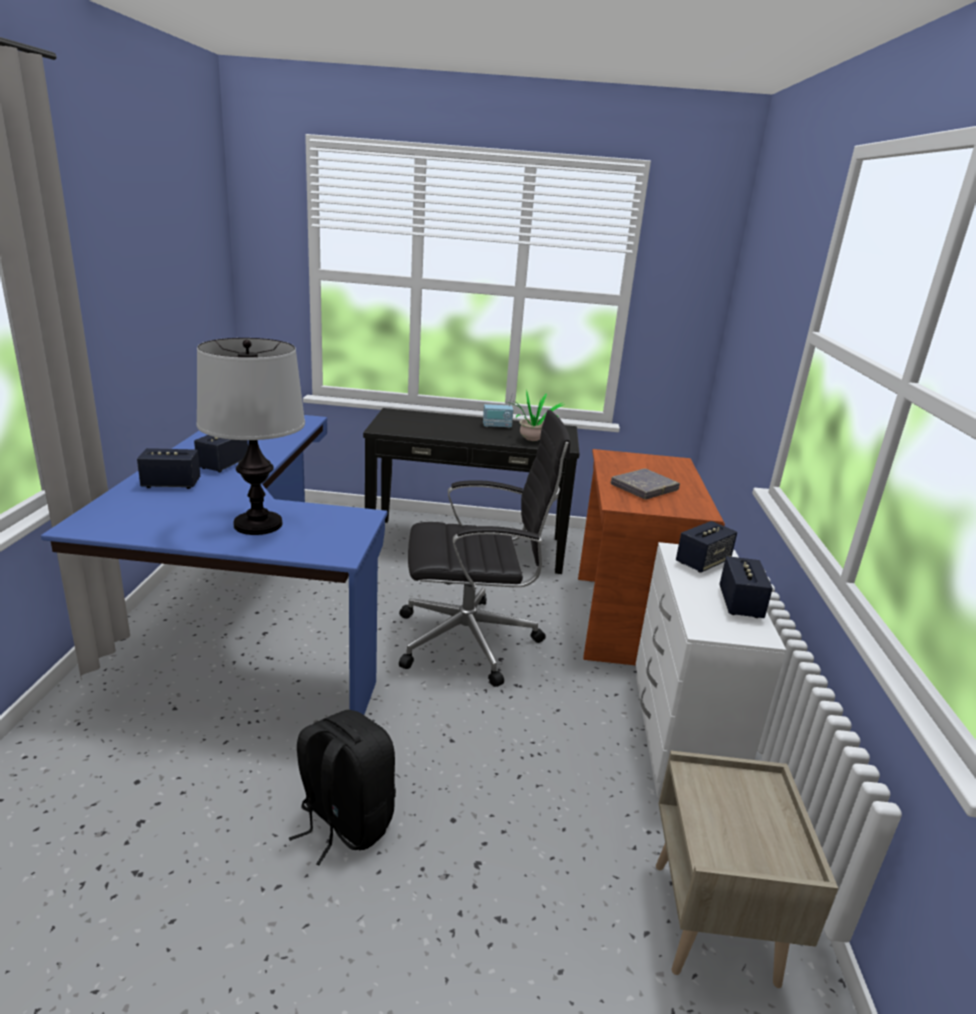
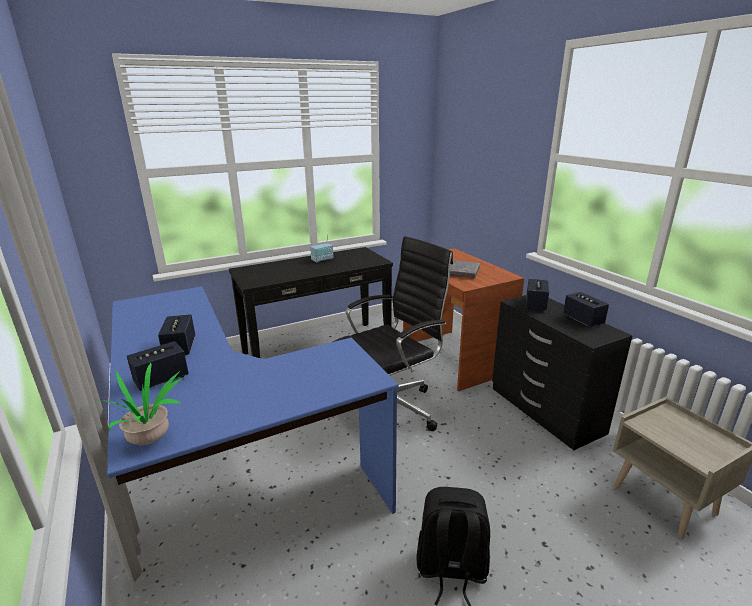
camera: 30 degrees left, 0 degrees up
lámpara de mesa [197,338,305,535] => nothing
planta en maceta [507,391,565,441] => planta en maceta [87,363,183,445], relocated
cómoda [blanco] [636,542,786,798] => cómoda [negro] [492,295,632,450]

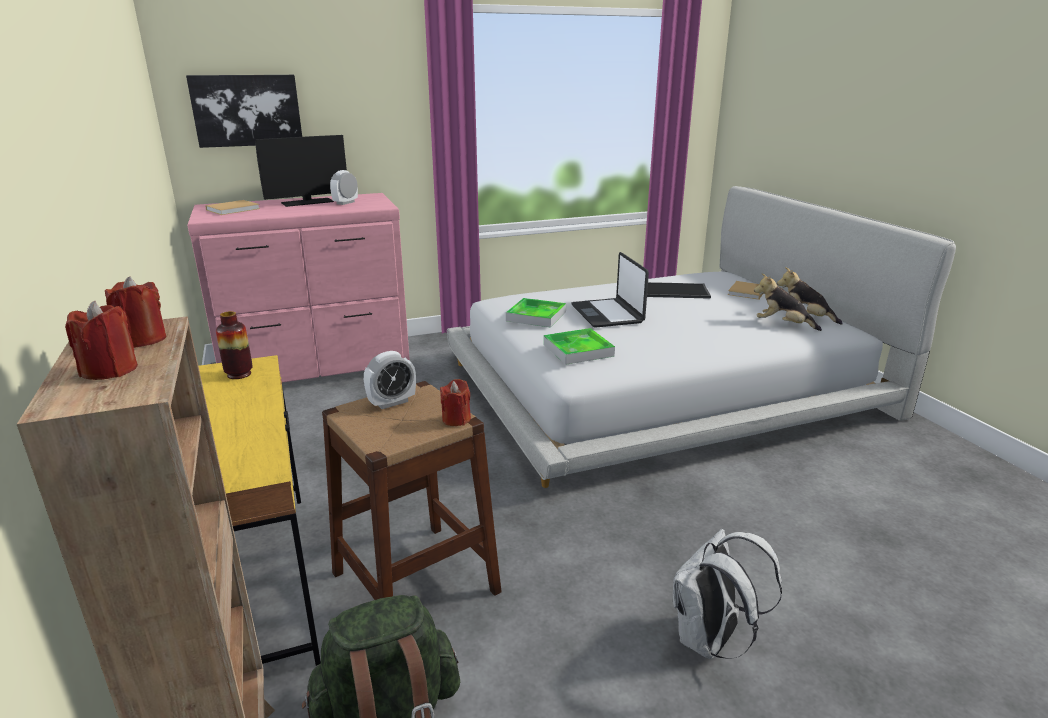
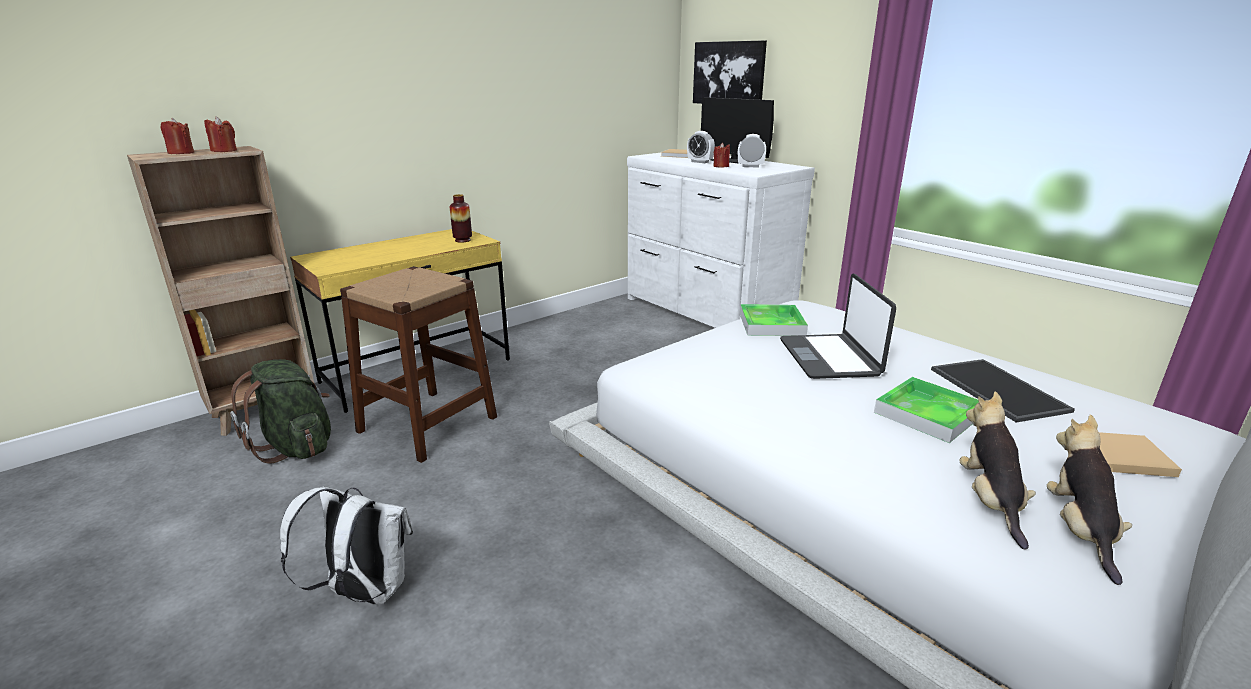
camera: 70 degrees right, 0 degrees up
cómoda [rosa] [187,193,410,383] => cómoda [blanco] [627,153,815,328]
despertador [364,351,416,409] => despertador [687,131,715,163], relocated
vela [rojo] [440,379,471,426] => vela [rojo] [713,143,730,167], relocated
bandeja [544,328,615,365] => bandeja [874,377,979,443], relocated
portátil [571,252,649,328] => portátil [780,273,896,379], 60 degrees counterclockwise

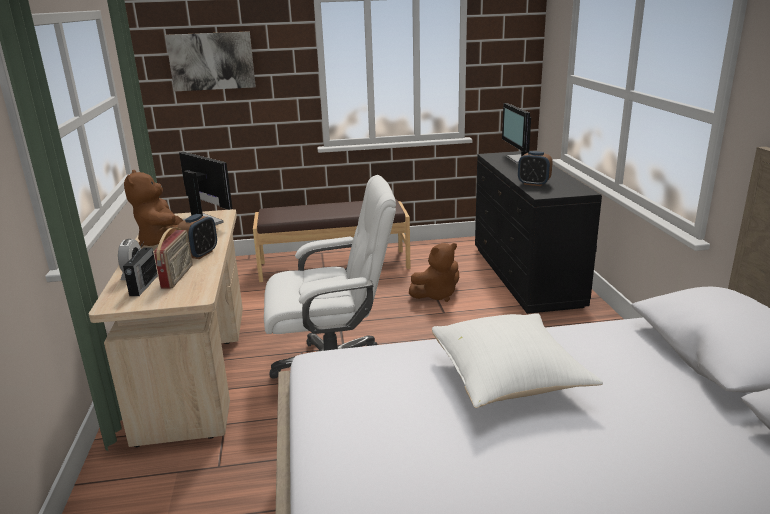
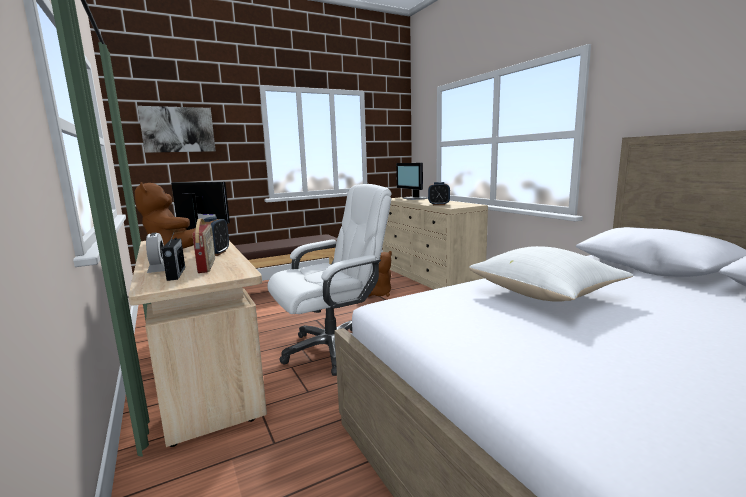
camera: 20 degrees left, 10 degrees down
cómoda [negro] [475,151,602,314] => cómoda [beis] [383,196,488,289]

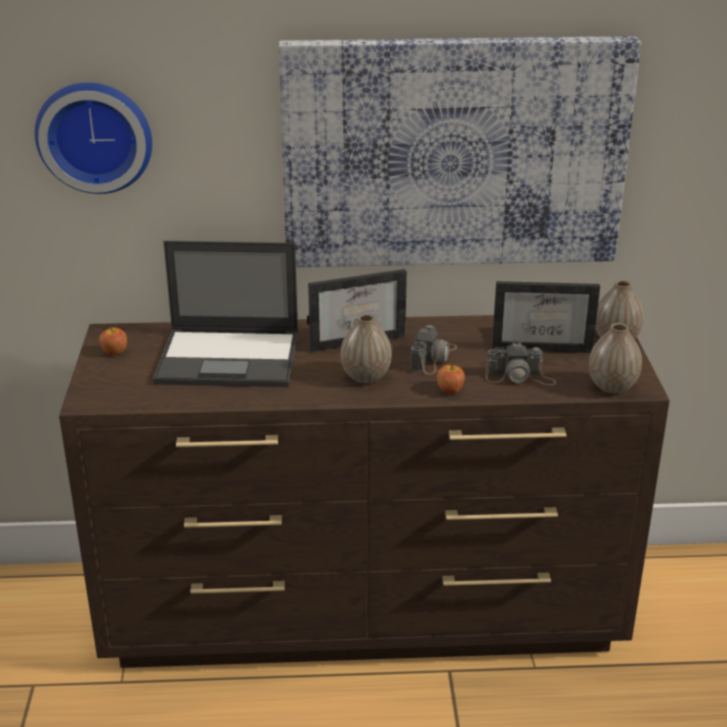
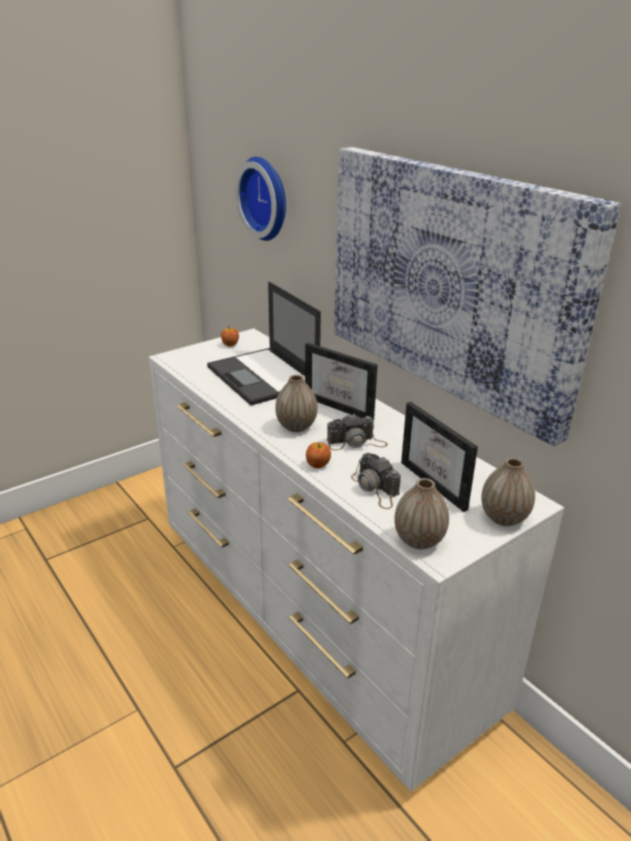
camera: 55 degrees right, 0 degrees up
cómoda [marrón] [59,315,670,668] => cómoda [blanco] [149,328,564,792]

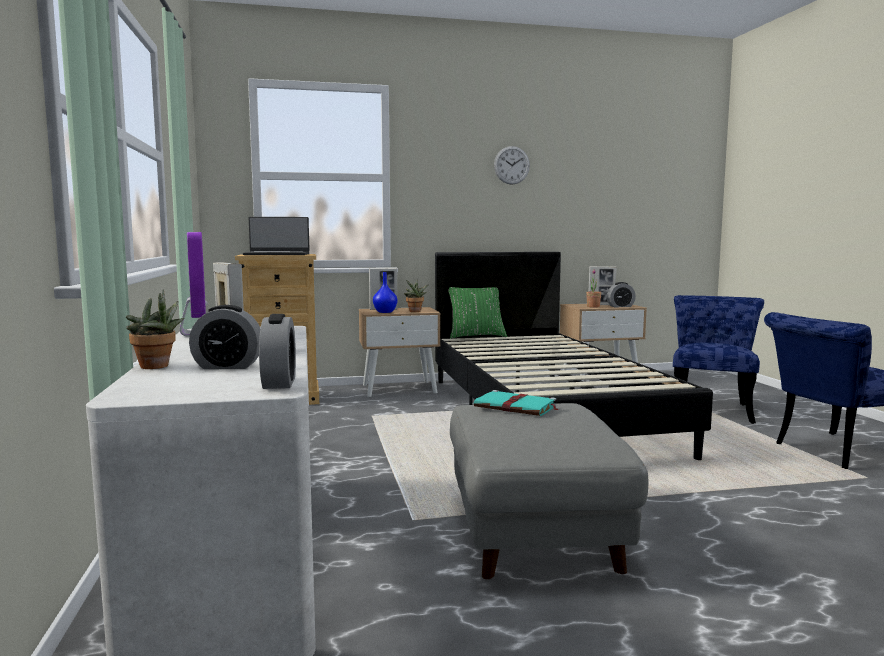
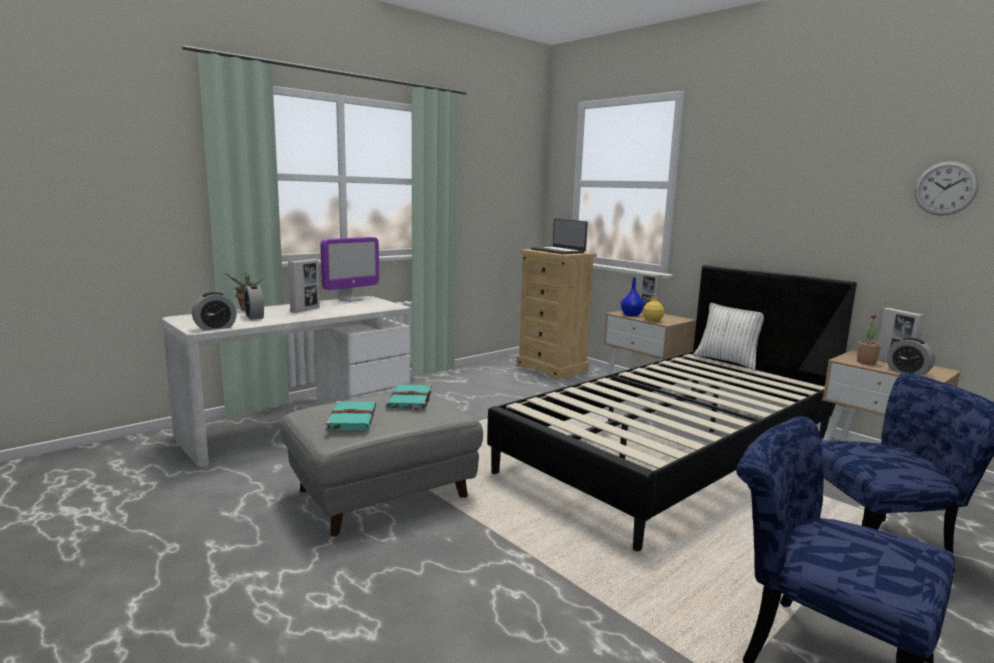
camera: 60 degrees right, 5 degrees up
planta en maceta [404,280,428,312] => botella [amarillo] [643,294,664,322]
cojín [verde] [448,287,507,339] => cojín [blanco] [693,303,764,371]
reloj de pared [494,146,530,185] => reloj de pared [914,161,979,216], relocated
nothing => libro [turquesa] [325,401,376,431]

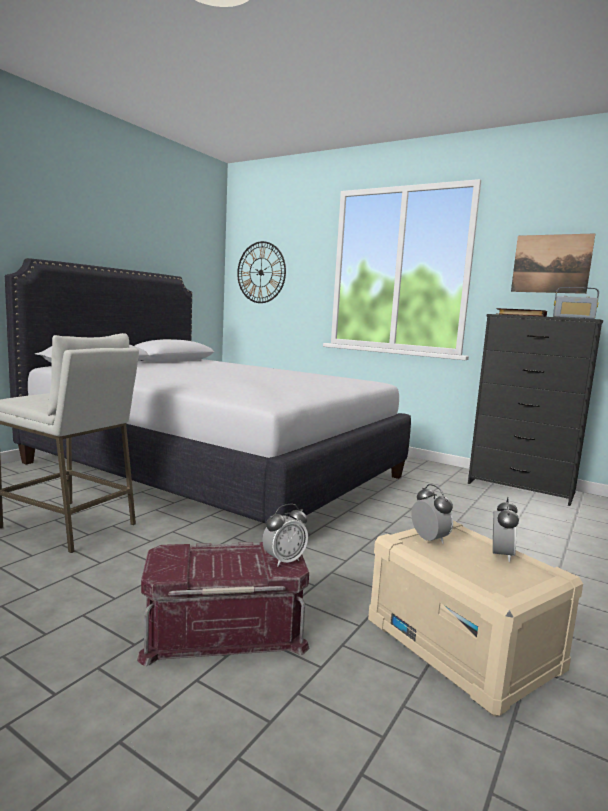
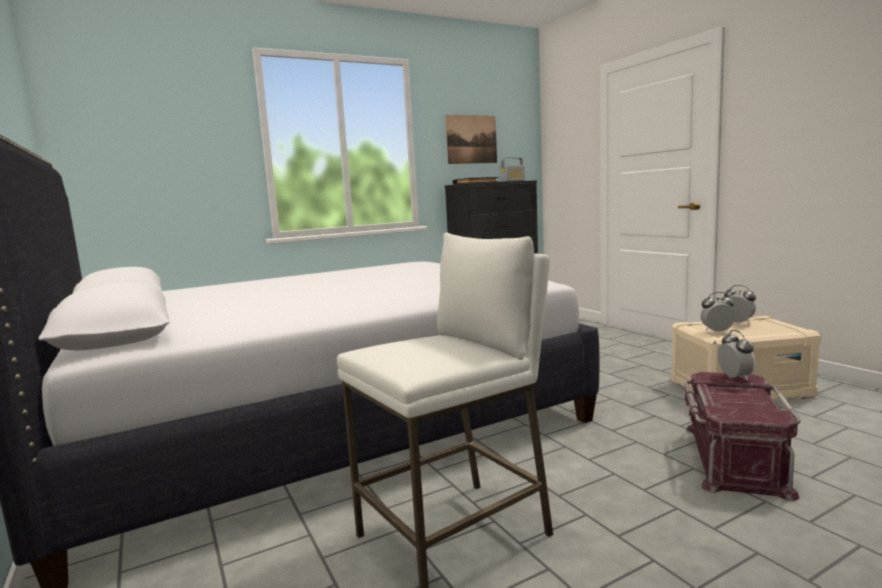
camera: 60 degrees left, 0 degrees up
reloj de pared [237,241,286,303] => nothing

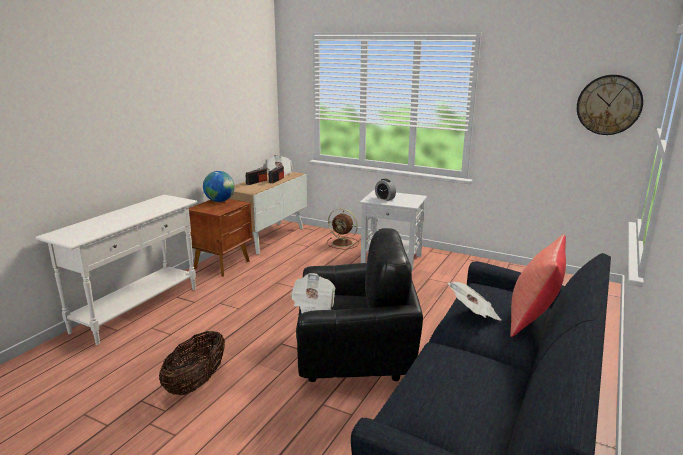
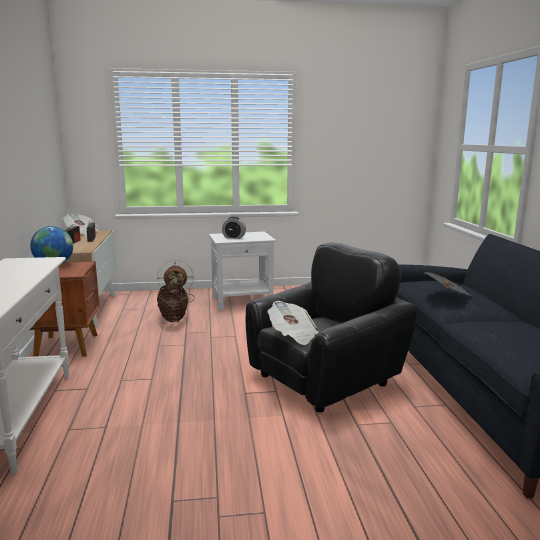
camera: 35 degrees left, 5 degrees down
cesta [159,331,225,395] => cesta [157,284,188,322], relocated
cojín [rojo] [510,234,566,337] => nothing
reloj de pared [577,74,643,135] => nothing

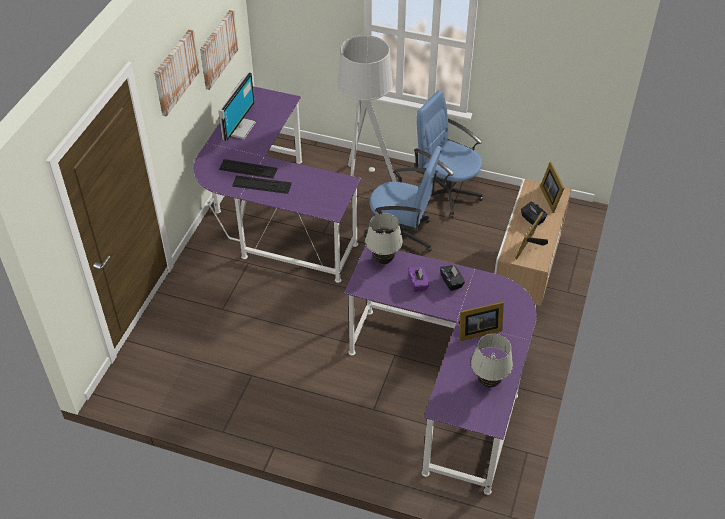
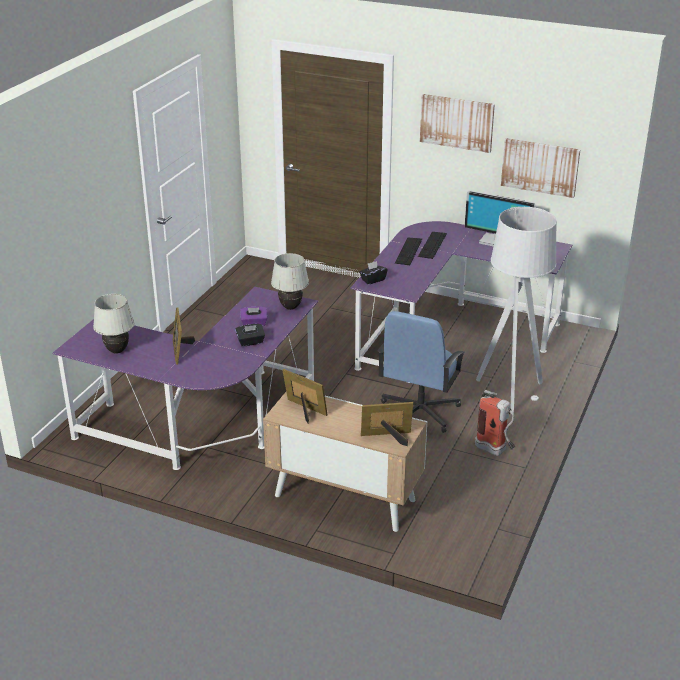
camera: 95 degrees right, 15 degrees down
silla de oficina [azul] [414,90,483,218] => extintor [475,390,516,456]
caja de pañuelos [negro] [521,202,547,226] => caja de pañuelos [negro] [360,261,388,285], relocated

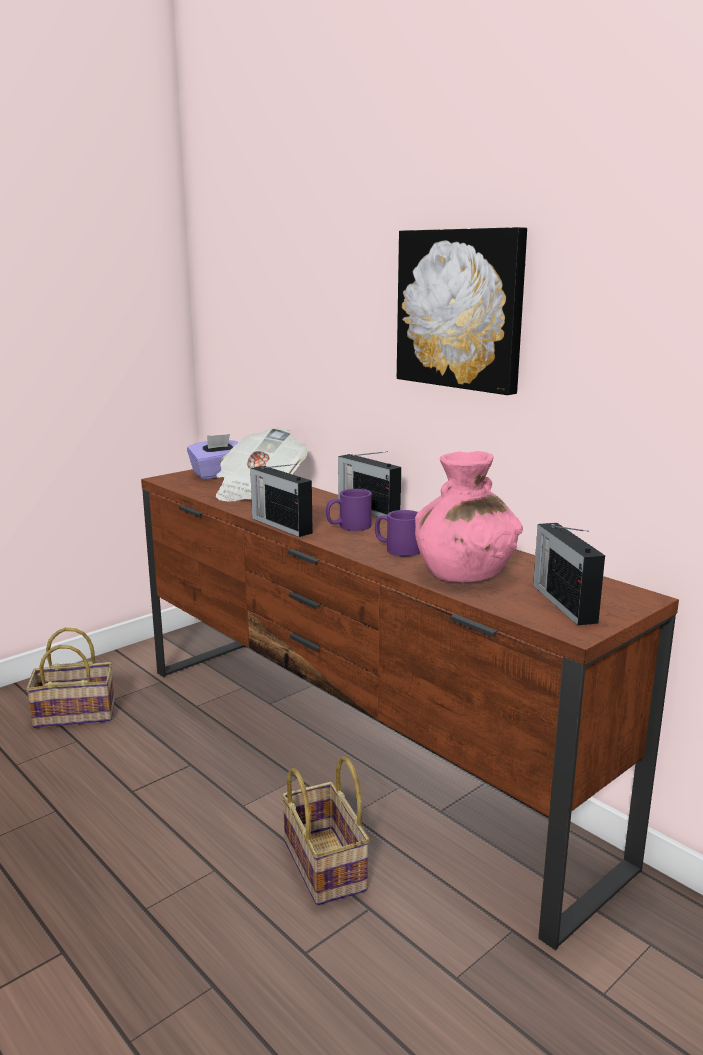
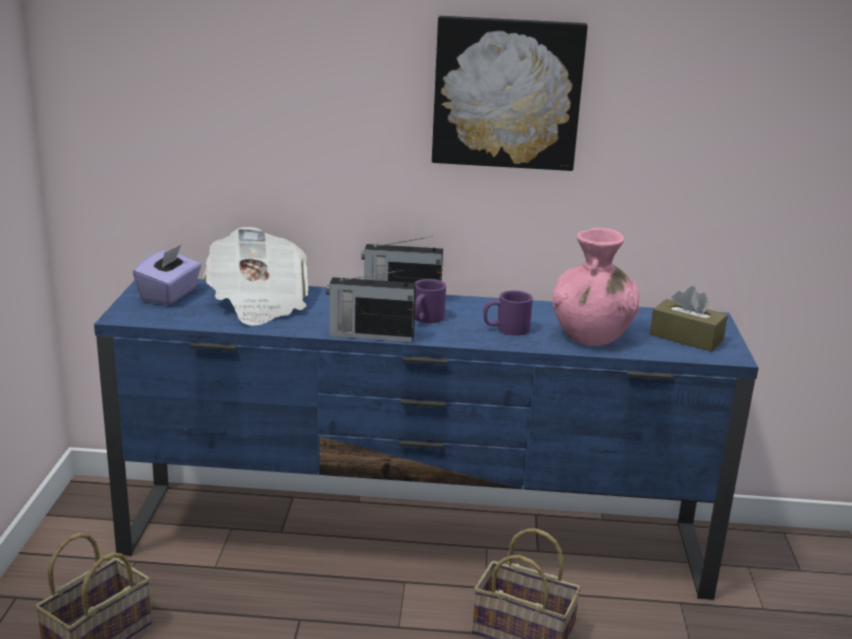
camera: 45 degrees left, 5 degrees up
mueble de televisión [marrón] [141,469,679,951] => mueble de televisión [azul] [94,279,758,600]
radio [533,523,605,625] => caja de pañuelos [marrón] [650,286,728,352]

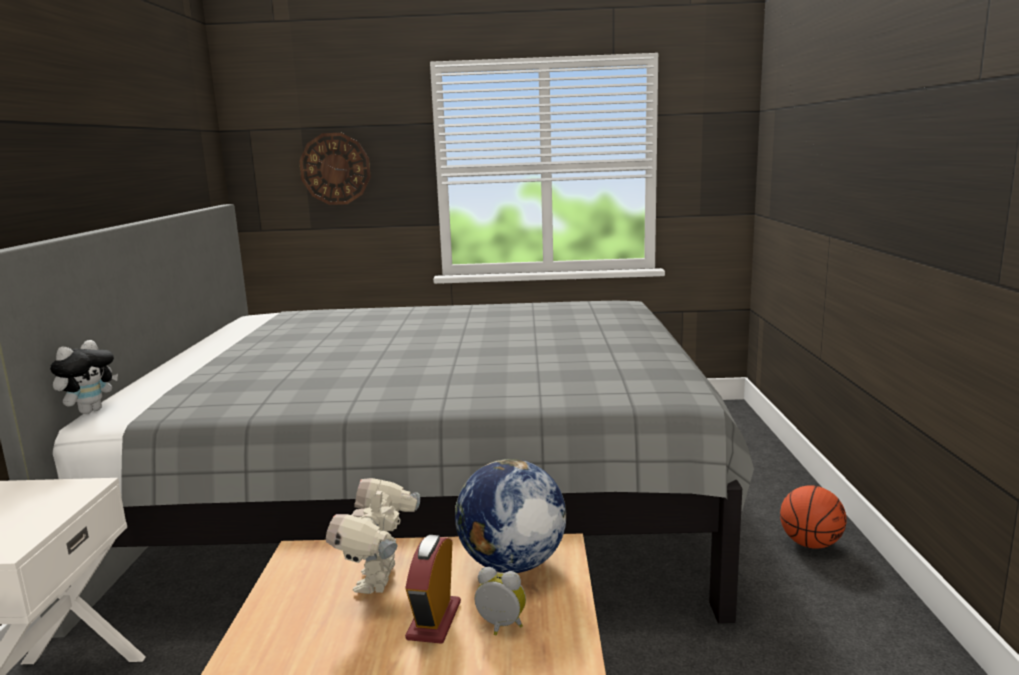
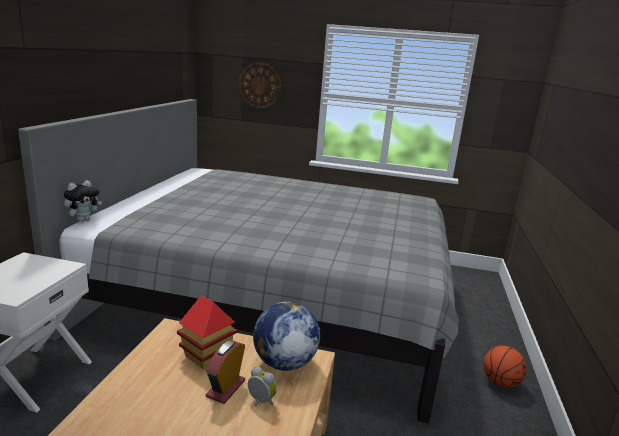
camera: 10 degrees right, 5 degrees up
robot de juguete [326,478,420,594] => casita [177,295,237,369]

